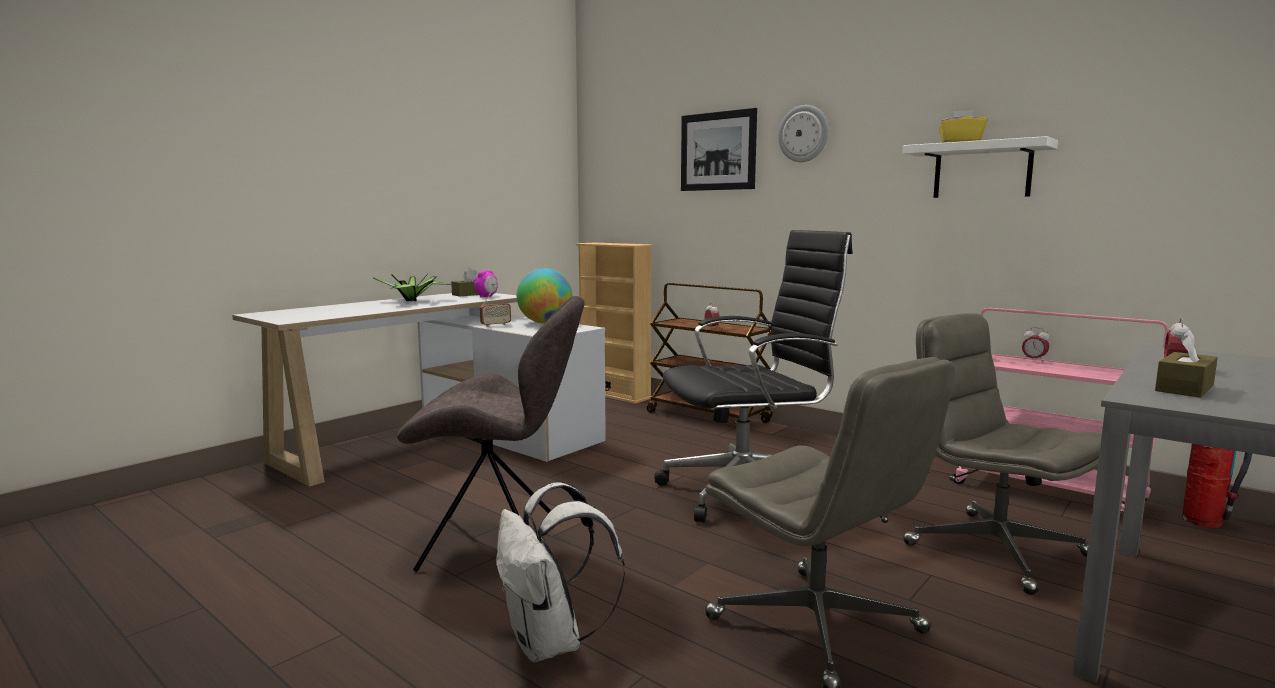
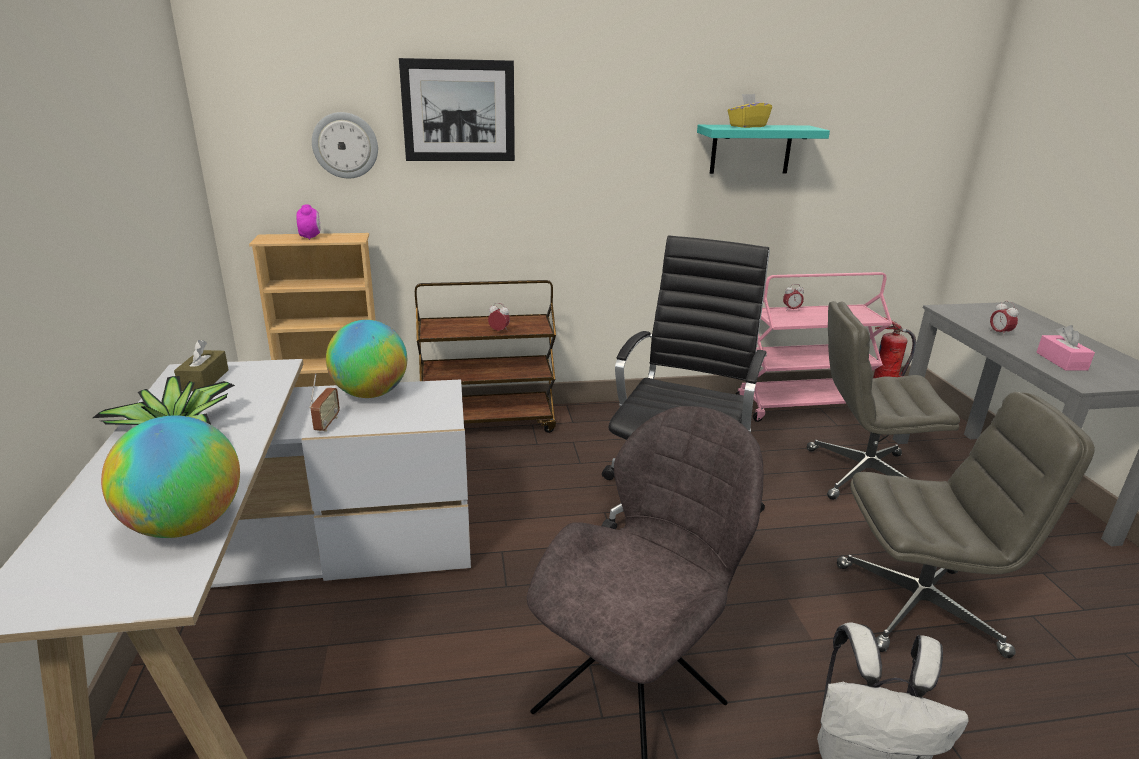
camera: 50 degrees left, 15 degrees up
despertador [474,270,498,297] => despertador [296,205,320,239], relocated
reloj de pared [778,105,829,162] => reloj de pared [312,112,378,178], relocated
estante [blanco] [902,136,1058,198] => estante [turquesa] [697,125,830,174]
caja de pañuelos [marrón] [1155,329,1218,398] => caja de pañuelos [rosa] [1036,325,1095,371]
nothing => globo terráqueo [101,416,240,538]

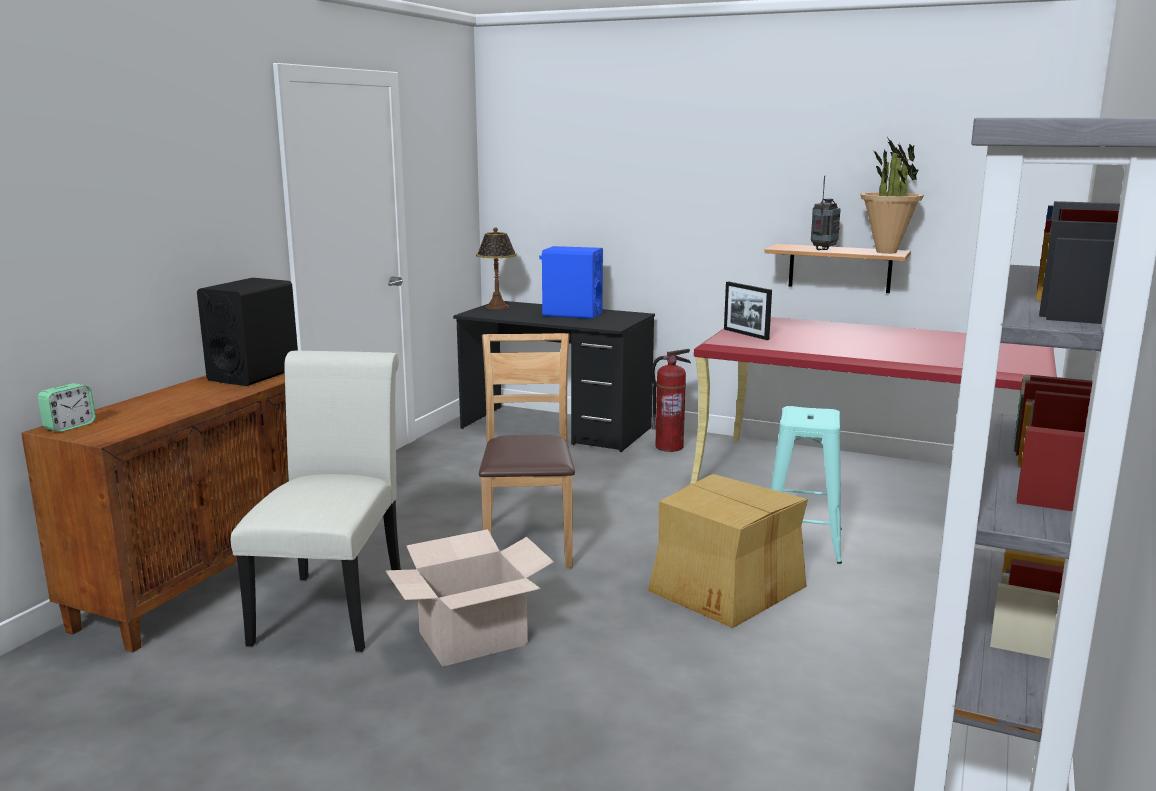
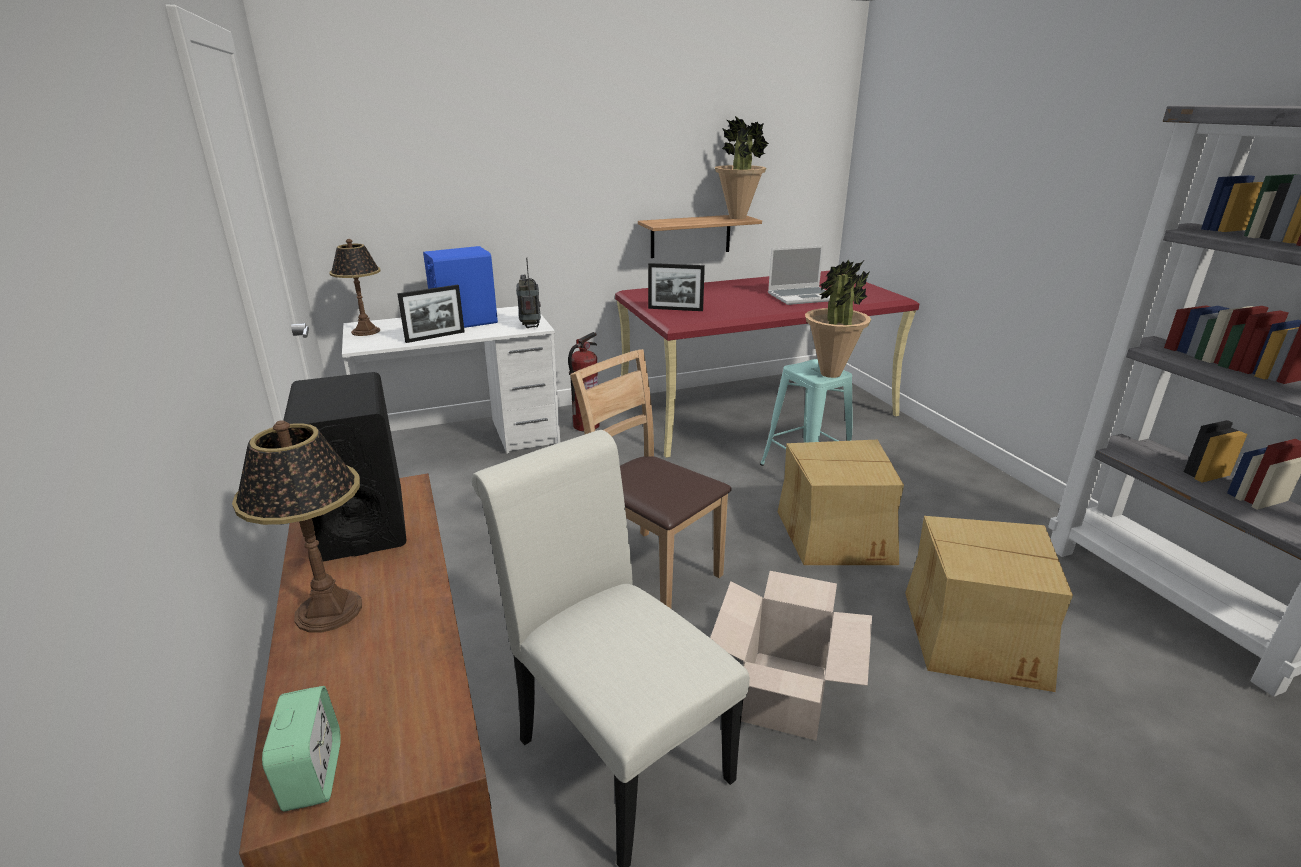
camera: 45 degrees left, 10 degrees up
escritorio [negro] [453,301,655,452] => escritorio [blanco] [342,306,560,454]
radio [811,175,841,250] => radio [516,258,541,328], relocated
nothing => lámpara de mesa [232,420,362,633]
nothing => portarretratos [397,285,465,343]
nothing => portátil [768,245,830,305]
nothing => planta en maceta [805,260,871,378]
nothing => caja de cartón [905,516,1073,692]

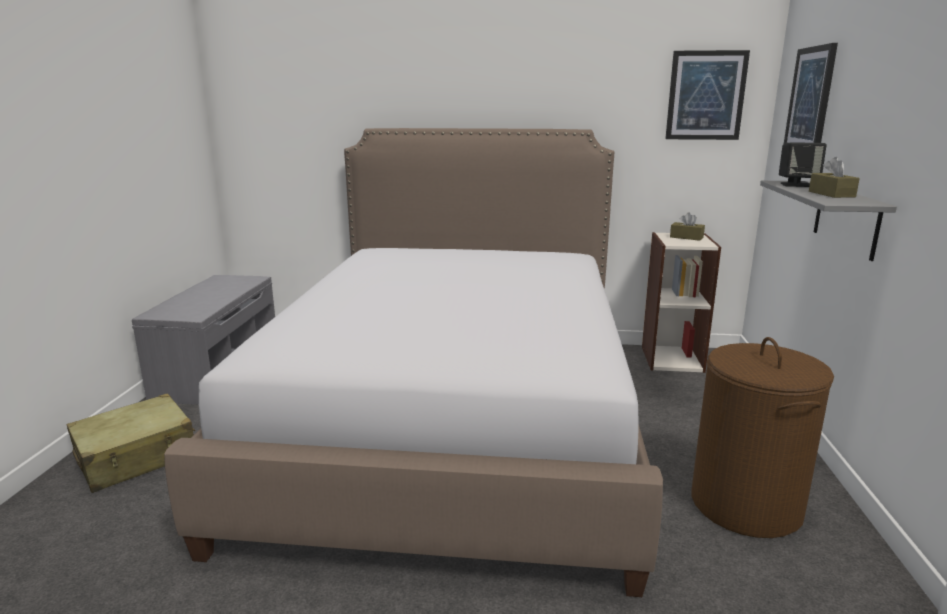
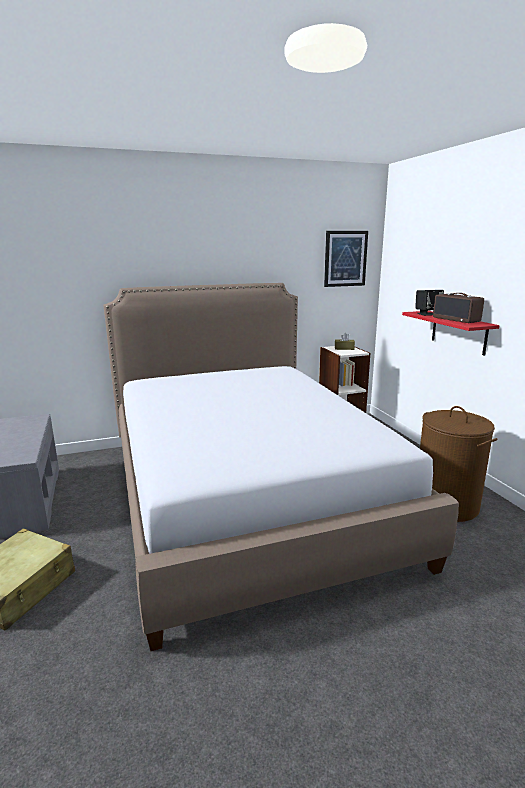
camera: 25 degrees left, 0 degrees up
estante [gris] [760,181,897,261] => estante [rojo] [402,311,499,356]
cuadro [784,43,838,144] => nothing
caja de pañuelos [marrón] [809,157,860,198] => radio [433,293,484,323]

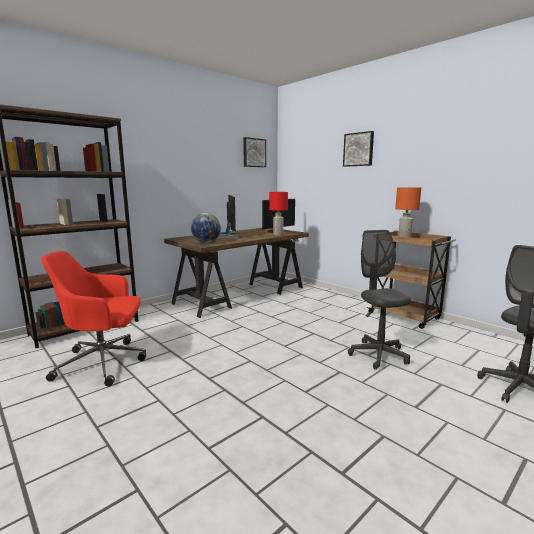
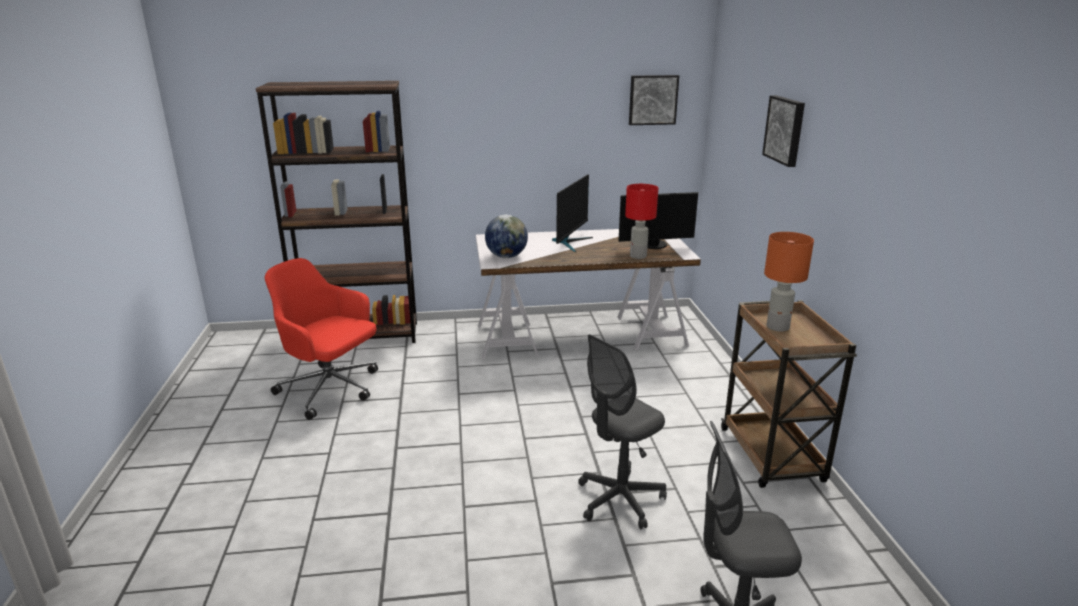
camera: 35 degrees right, 10 degrees up
escritorio [marrón] [164,228,309,318] => escritorio [blanco] [476,229,701,360]
silla de oficina [gris] [348,230,411,370] => silla de oficina [gris] [578,334,667,529], 150 degrees counterclockwise

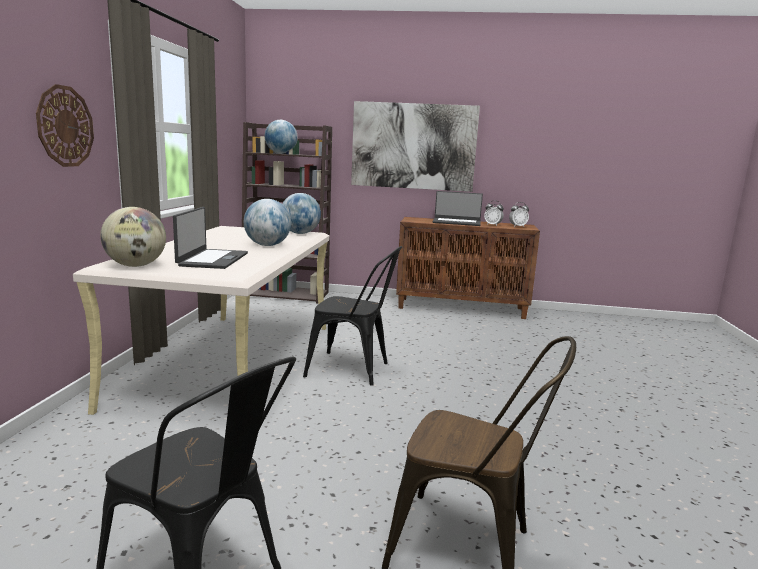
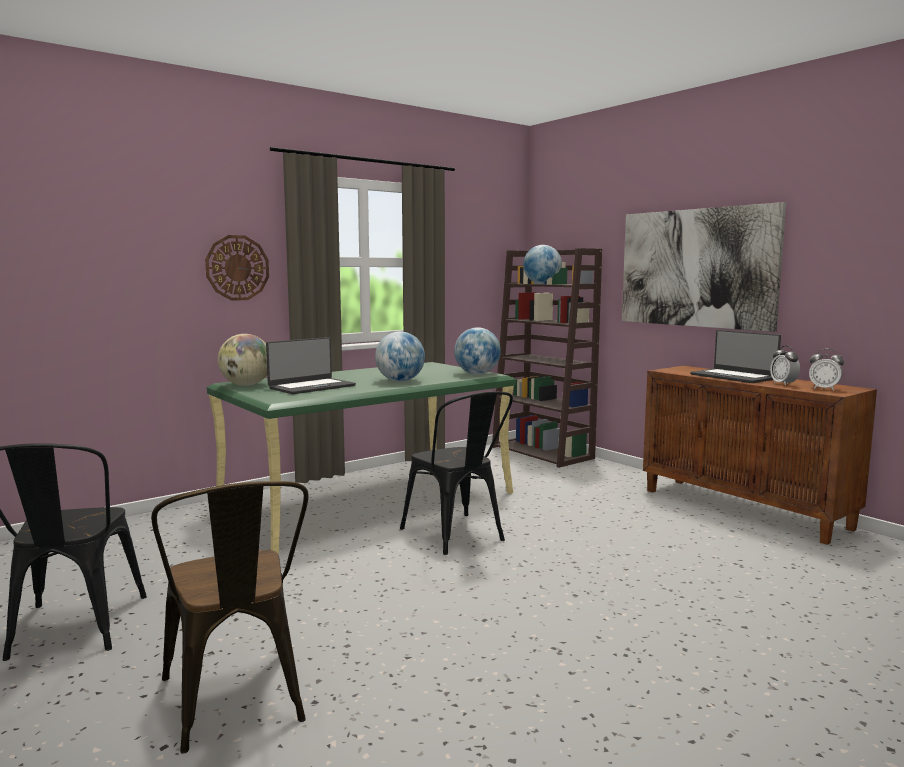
camera: 45 degrees right, 5 degrees down
escritorio [beis] [73,226,329,415] => escritorio [verde] [207,362,516,554]

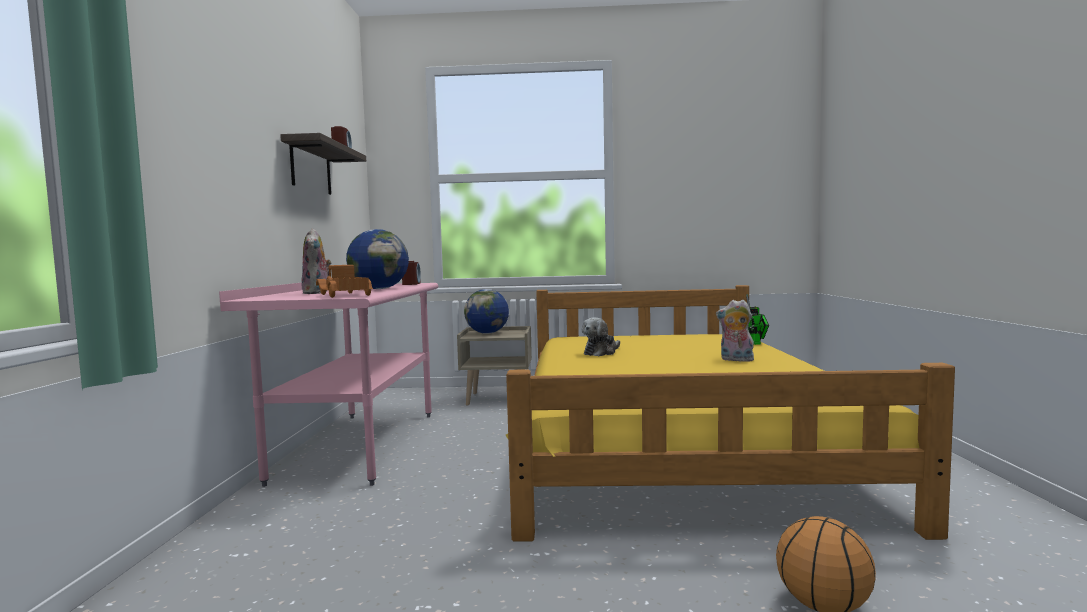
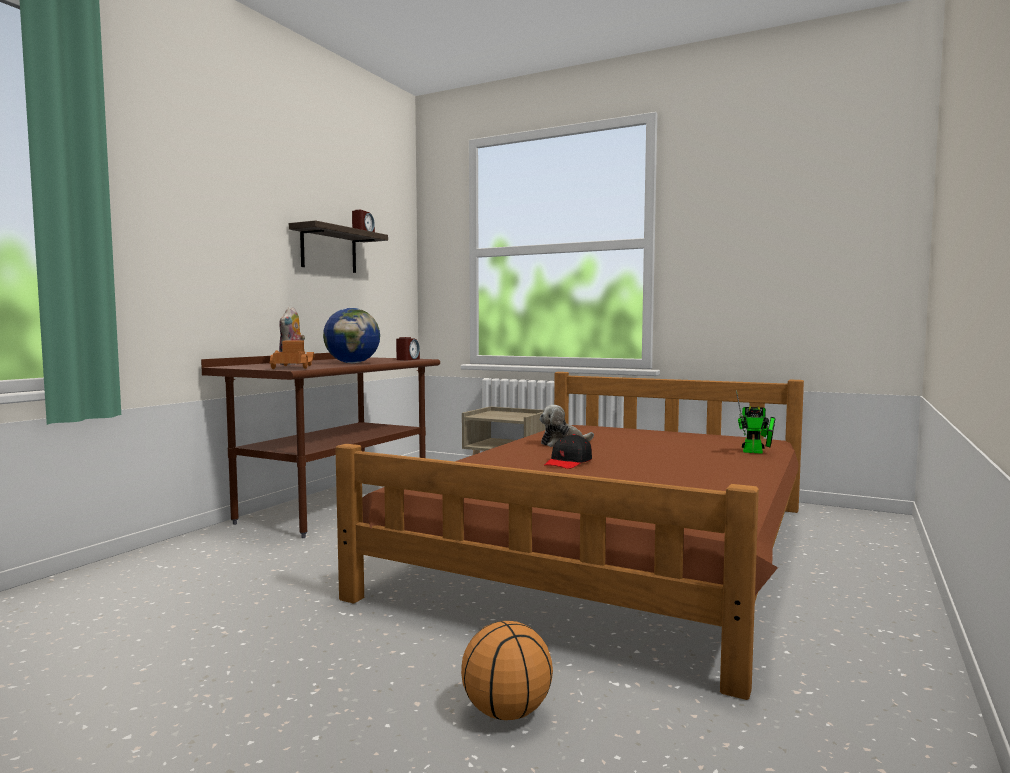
camera: 25 degrees right, 0 degrees up
escritorio [rosa] [219,283,438,487] => escritorio [marrón] [201,353,440,538]
globo terráqueo [464,289,509,334] => nothing
cama [amarillo] [506,285,955,541] => cama [marrón] [335,372,804,700]
peluche [716,300,754,362] => nothing
nothing => gorra [negro] [544,434,592,469]

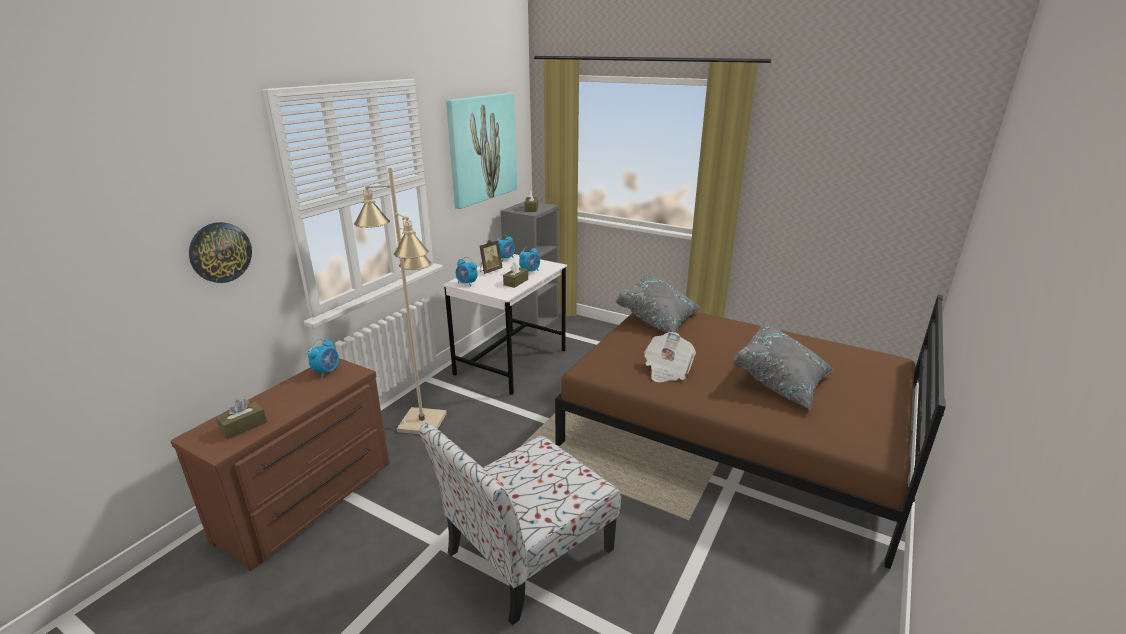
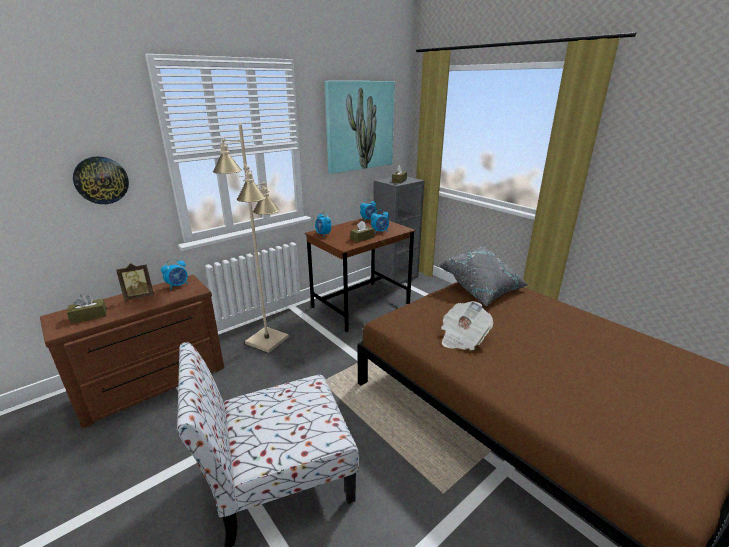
camera: 20 degrees right, 0 degrees up
escritorio [blanco] [442,254,567,395] => escritorio [marrón] [305,218,416,332]
portarretratos [479,240,503,274] => portarretratos [116,263,154,301], relocated
cojín [gris] [732,324,833,410] => nothing

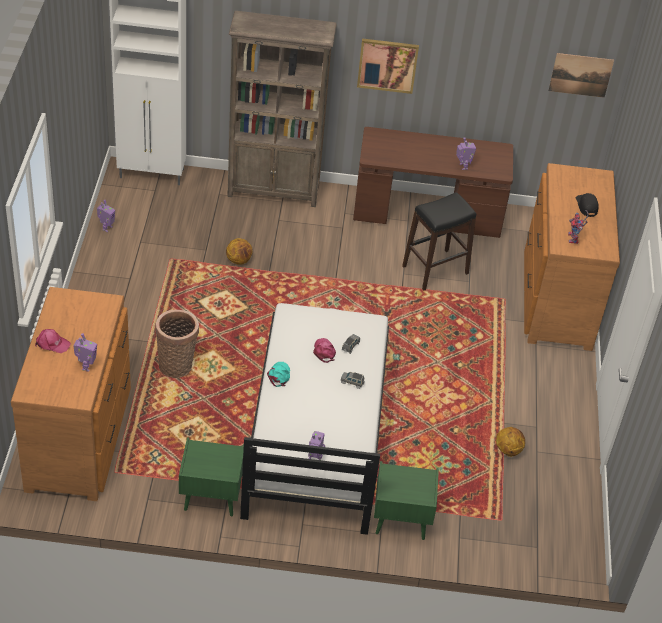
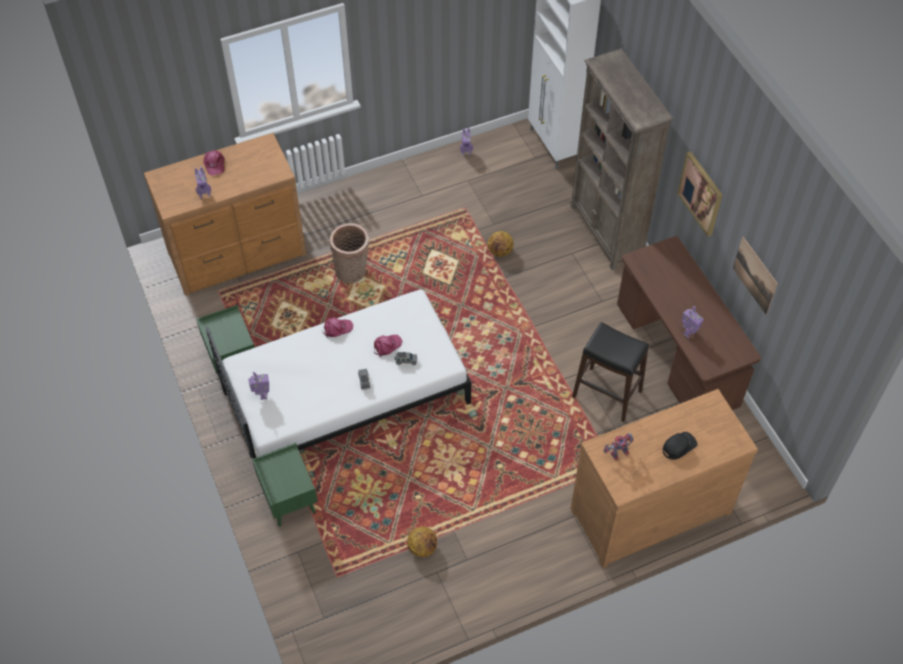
camera: 65 degrees right, 10 degrees up
gorra [turquesa] [267,362,290,387] => gorra [rosa] [323,317,353,338]
cuadro [548,53,614,98] => cuadro [733,237,778,315], relocated

